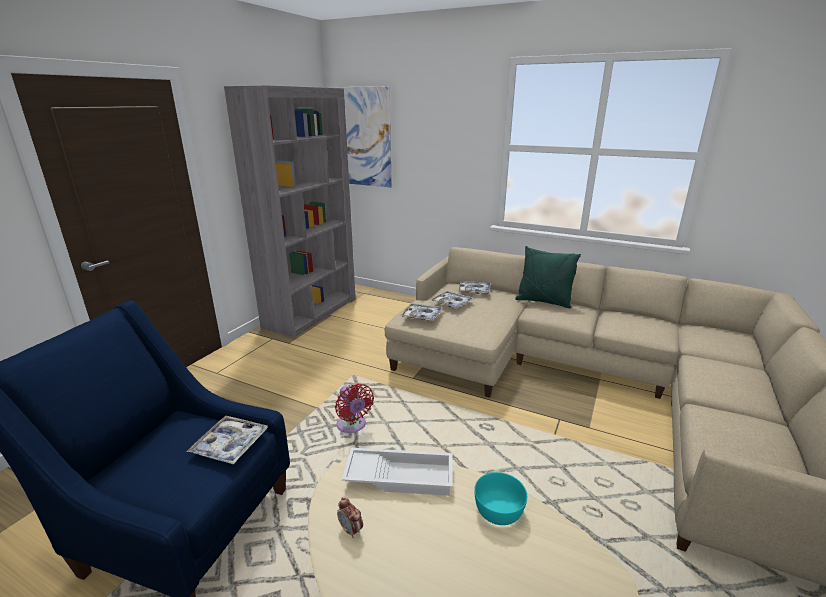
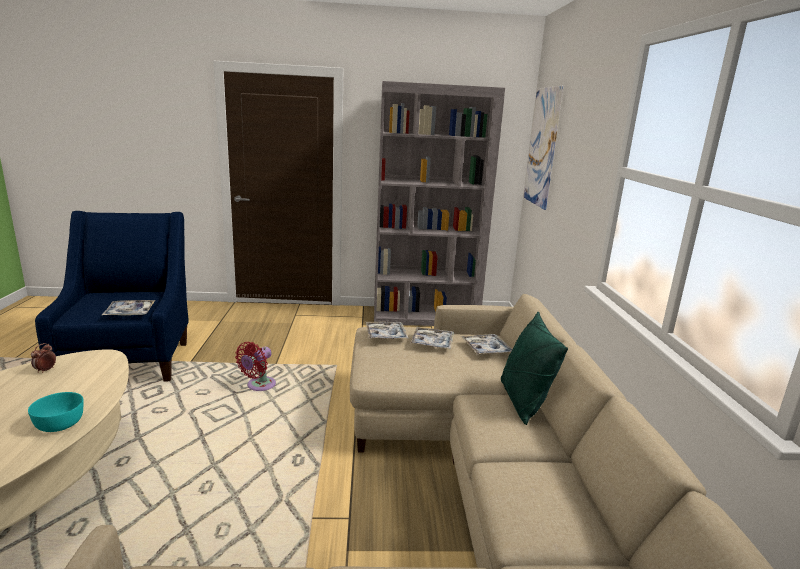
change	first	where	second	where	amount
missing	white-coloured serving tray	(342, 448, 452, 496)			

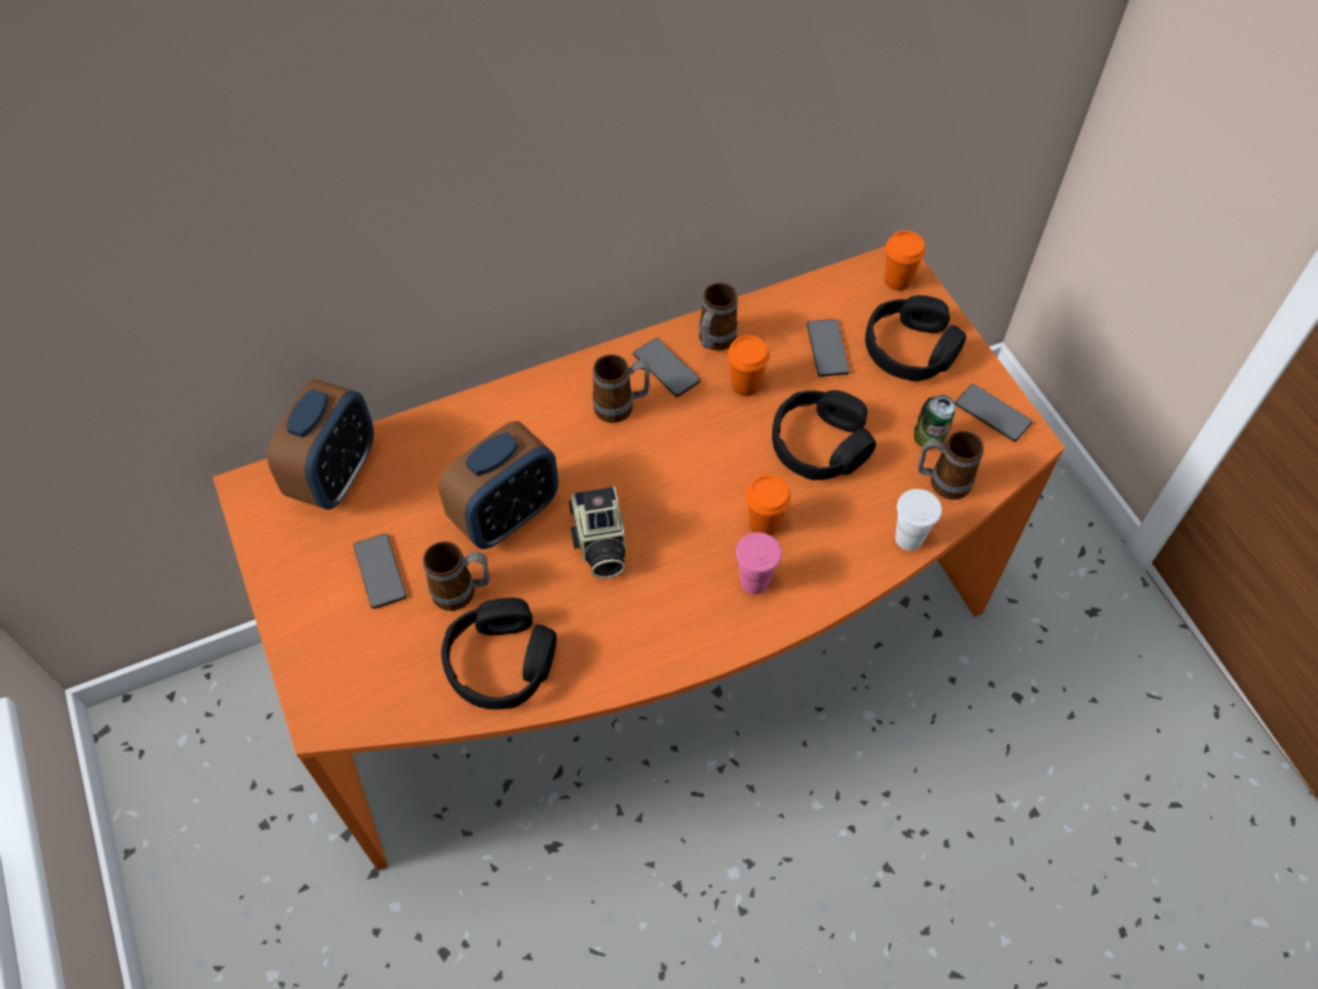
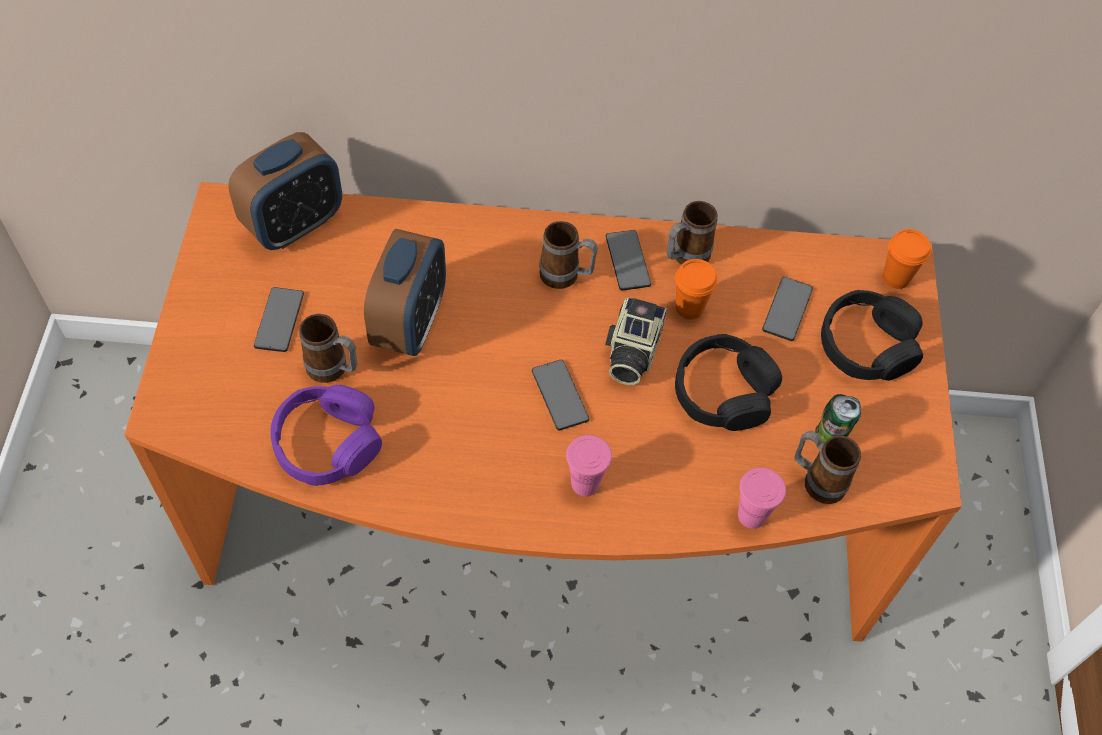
change	first	where	second	where	amount
colour	black-coloured headphones	(441, 598, 557, 710)	purplish headphones	(270, 384, 382, 486)	
spun	bedside clock	(438, 421, 558, 549)		(364, 229, 446, 356)	60 degrees counterclockwise
relocated	telephone	(955, 384, 1033, 442)		(532, 360, 589, 430)	
relocated	photo camera	(569, 486, 626, 579)		(605, 298, 667, 385)	
colour	white-coloured small cup	(895, 489, 942, 551)	pink-coloured small cup	(738, 468, 786, 529)	
missing	orange-coloured small cup	(745, 475, 791, 536)			

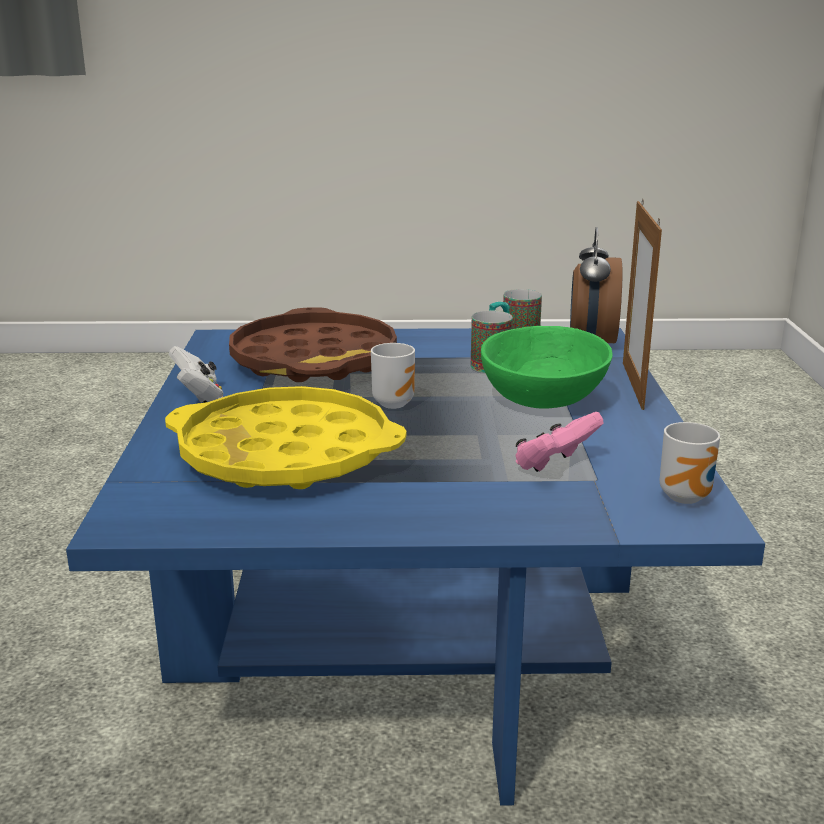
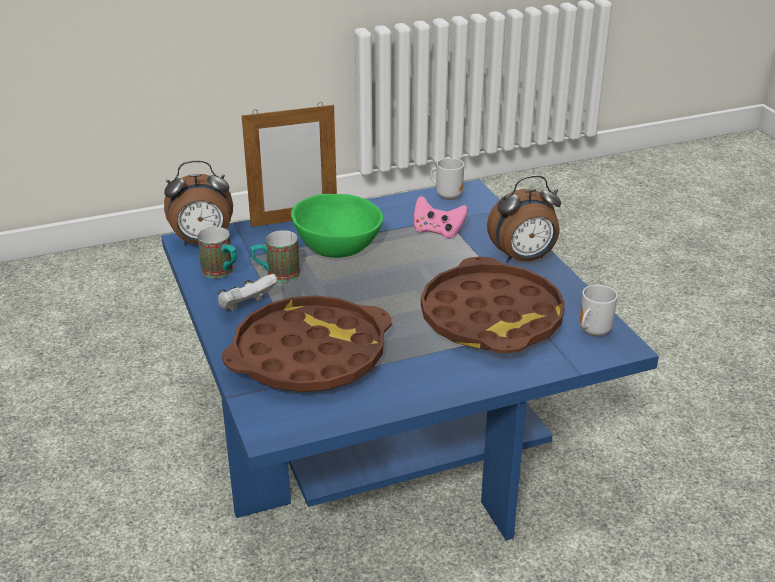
change	first	where	second	where	amount
relocated	white-coloured joypad	(169, 346, 223, 403)		(218, 274, 278, 311)	
colour	yellow-coloured serving tray	(165, 386, 407, 489)	brown serving tray	(421, 257, 565, 353)	
appeared			bedside clock	(487, 175, 561, 263)	
relocated	tea mug	(371, 343, 415, 409)		(580, 285, 618, 336)	

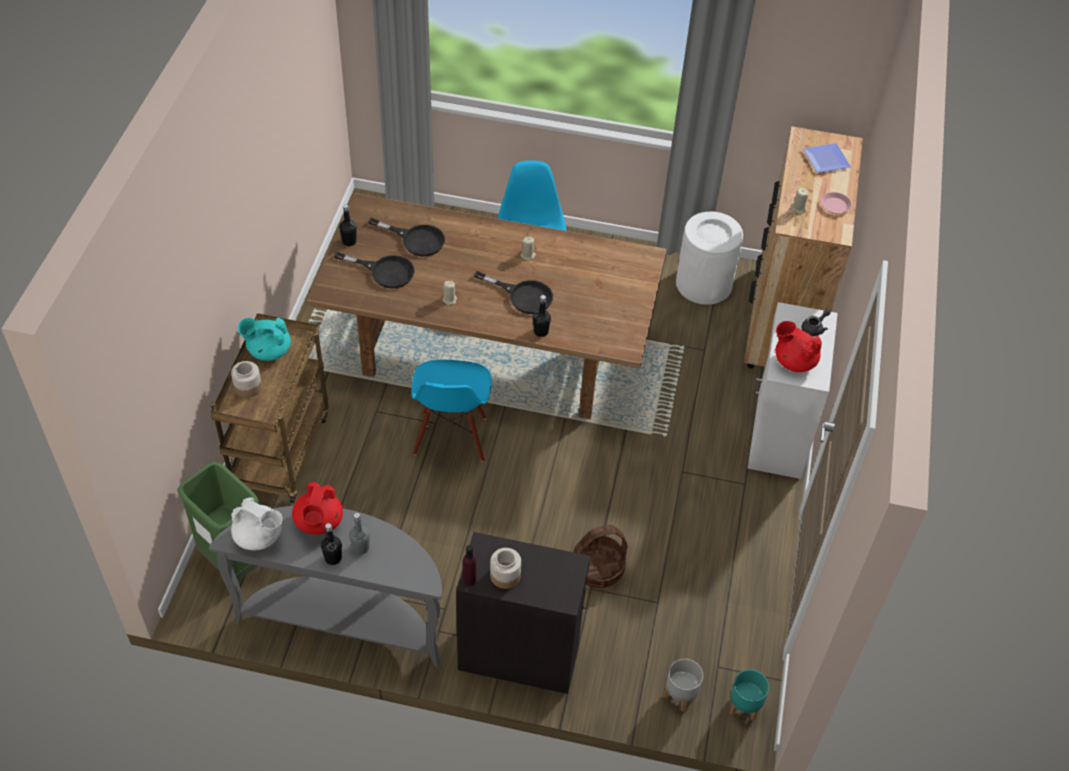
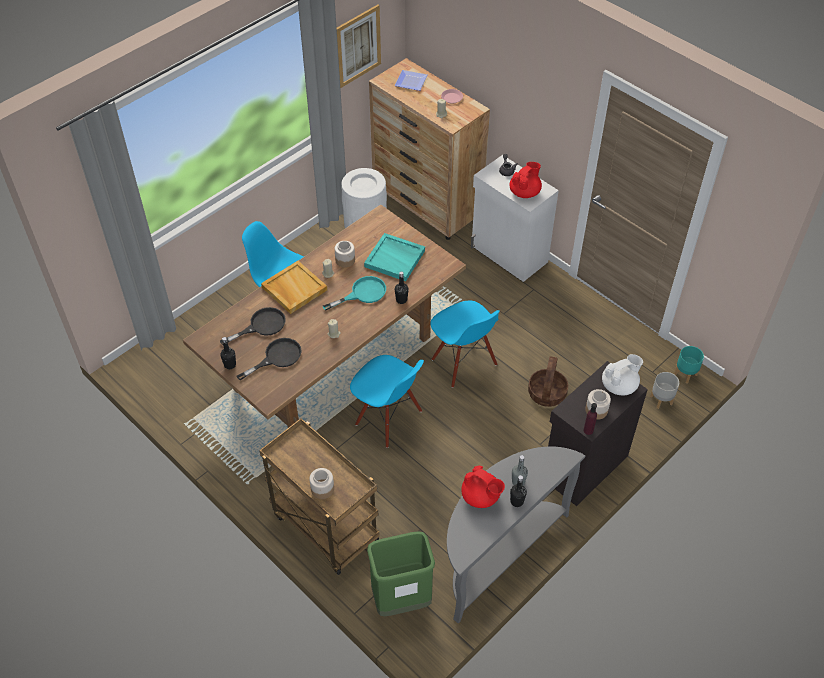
change	first	where	second	where	amount
appeared			beige serving tray	(261, 261, 327, 314)	
colour	black-coloured skillet	(474, 271, 553, 314)	turquoise-coloured skillet	(323, 276, 386, 310)	
appeared			preserve jar	(335, 241, 355, 268)	
appeared			wall picture	(337, 4, 381, 88)	
appeared			turquoise-coloured serving tray	(364, 233, 425, 281)	
appeared			bluish chair	(430, 301, 500, 388)	
spun	red teapot	(776, 321, 822, 372)		(509, 162, 542, 198)	150 degrees clockwise
relocated	white-coloured teapot	(231, 498, 283, 550)		(602, 354, 643, 395)	
missing	turquoise-coloured teapot	(238, 318, 291, 361)			

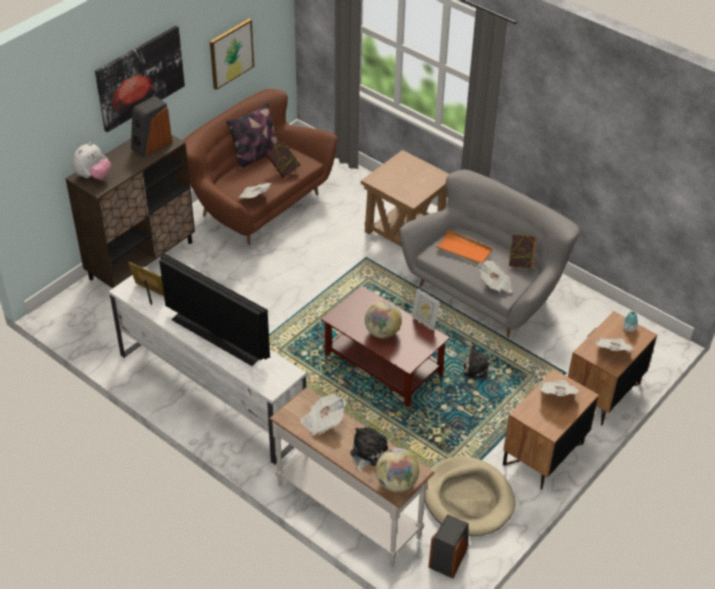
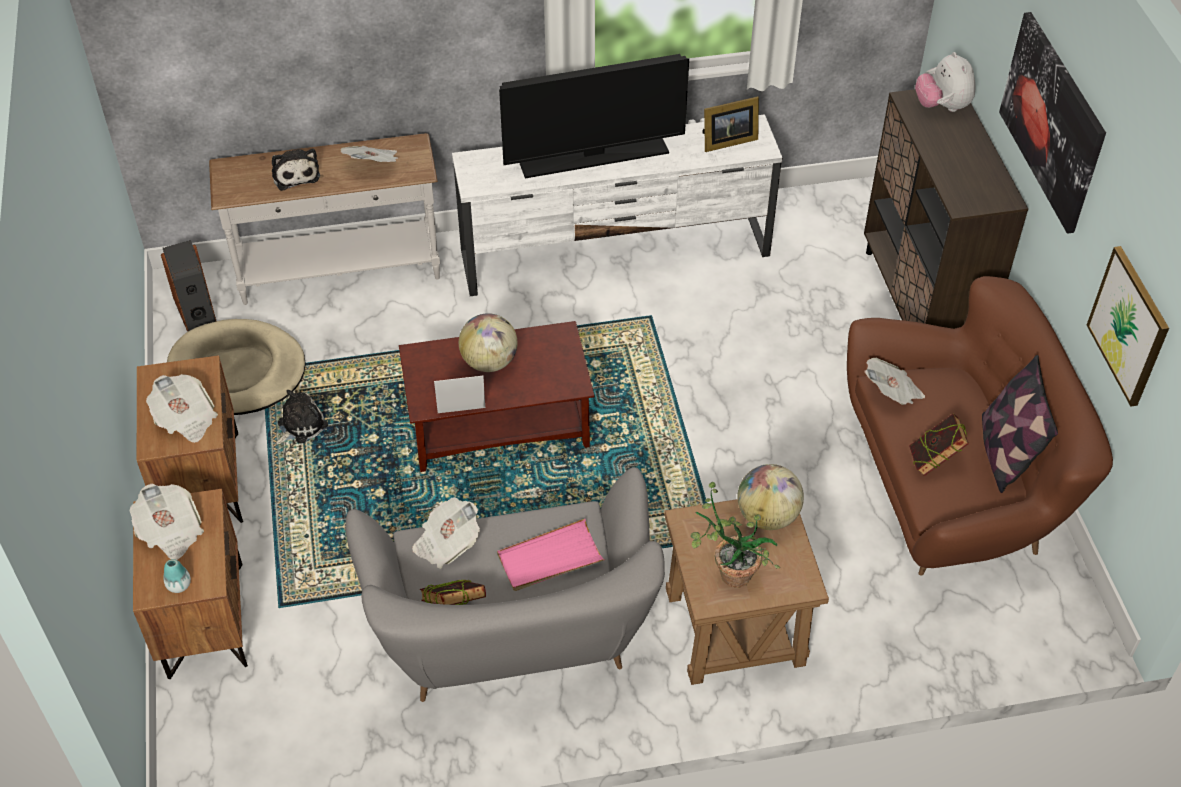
change	first	where	second	where	amount
relocated	cuddly toy	(463, 344, 499, 379)		(276, 390, 328, 445)	
colour	orange-coloured serving tray	(435, 230, 493, 264)	pink-coloured serving tray	(497, 519, 605, 591)	
appeared			potted plant	(691, 482, 780, 588)	
relocated	world globe	(376, 448, 419, 492)		(737, 464, 804, 530)	
missing	loudspeaker	(131, 96, 172, 157)			

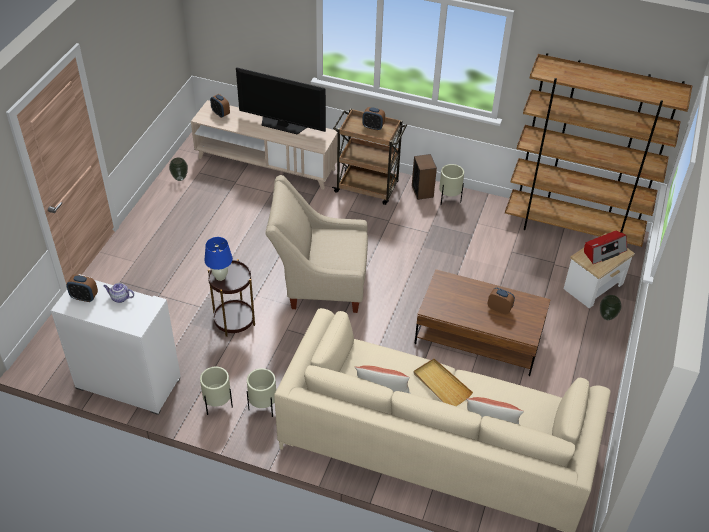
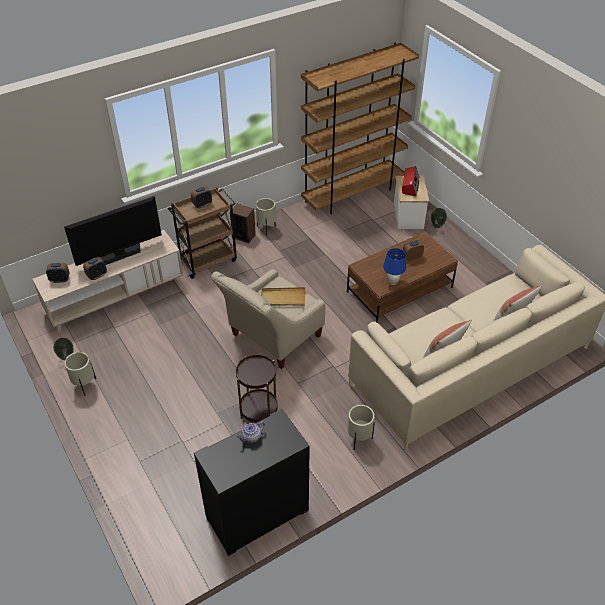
change	first	where	second	where	amount
relocated	beige flower pot	(200, 367, 233, 415)		(64, 352, 96, 396)	
relocated	bedside clock	(66, 275, 98, 302)		(83, 257, 107, 280)	
colour	white-coloured storage cabinet	(51, 274, 181, 415)	black-coloured storage cabinet	(194, 409, 310, 556)	
relocated	beige serving tray	(413, 358, 473, 406)		(261, 287, 305, 306)	
relocated	bluish tabletop lamp	(204, 237, 233, 281)		(383, 248, 406, 285)	

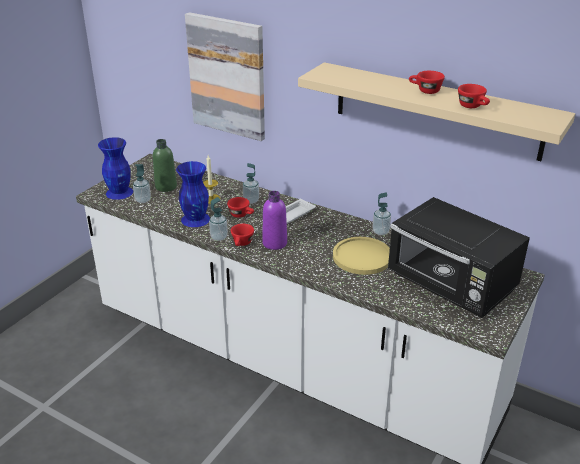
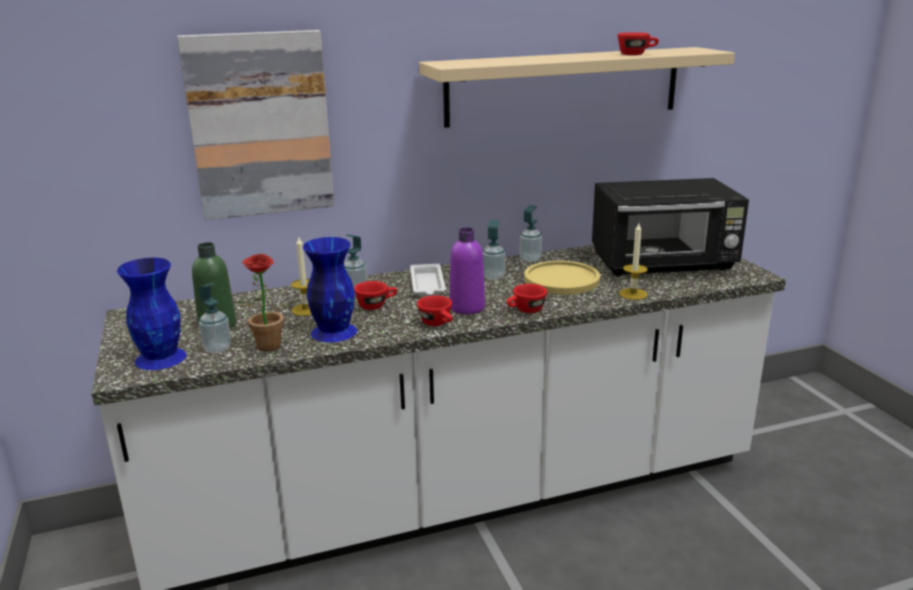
change	first	where	second	where	amount
appeared			potted plant	(234, 254, 301, 352)	
relocated	liquid soap bottle	(209, 197, 228, 241)		(483, 220, 505, 280)	
relocated	red small cup	(409, 71, 445, 94)		(506, 284, 547, 313)	
appeared			wax candle	(619, 223, 648, 300)	

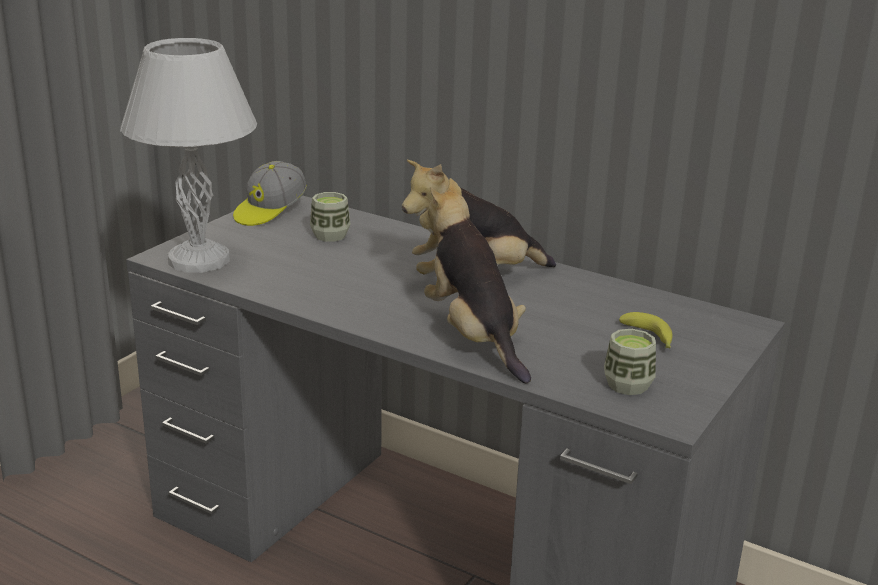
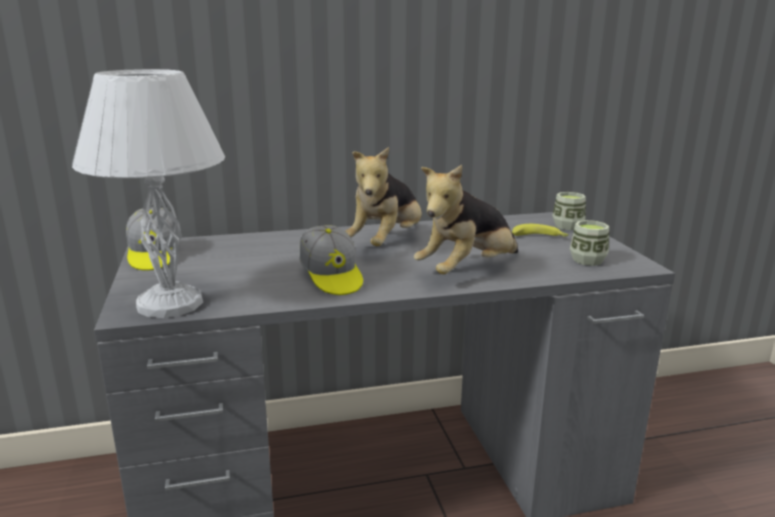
change	first	where	second	where	amount
appeared			cap	(299, 225, 363, 295)	
spun	cuddly toy	(419, 178, 531, 383)		(414, 165, 518, 274)	60 degrees counterclockwise
relocated	small cup	(310, 192, 350, 242)		(552, 192, 586, 230)	

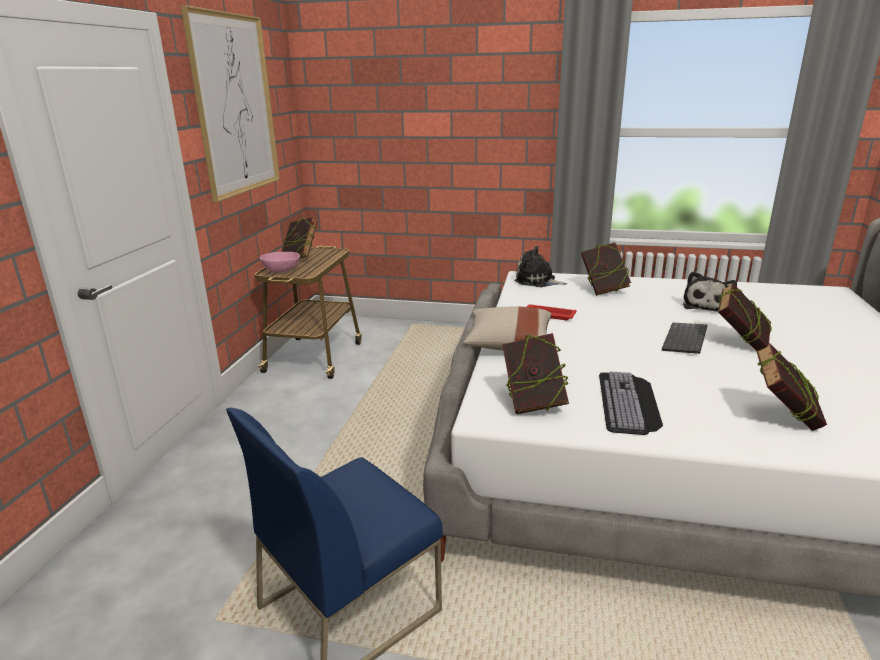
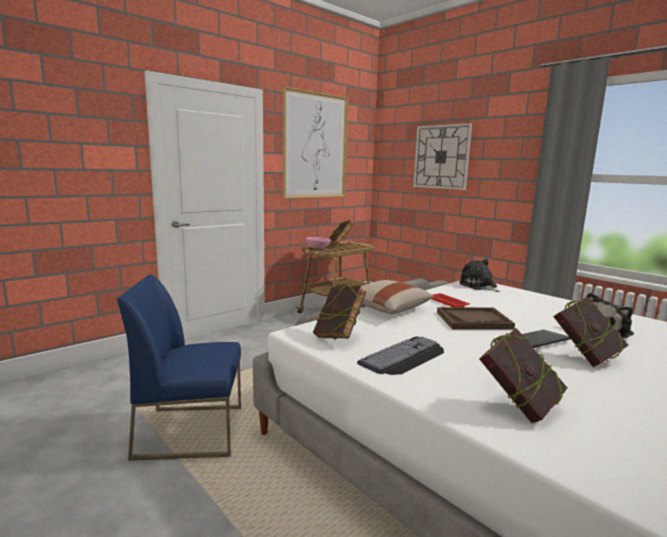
change	first	where	second	where	amount
appeared			clock on the wall	(413, 123, 472, 190)	
appeared			brown serving tray	(437, 307, 515, 329)	
missing	volume	(581, 242, 631, 296)			

